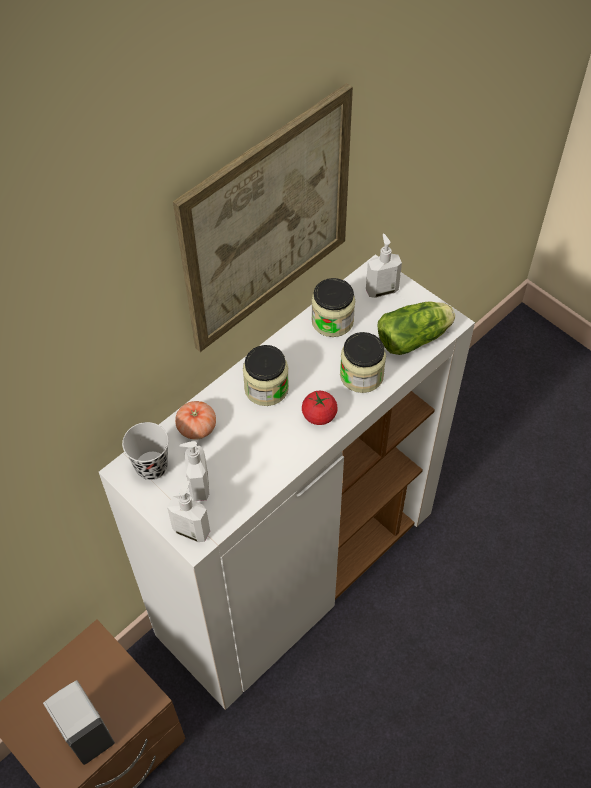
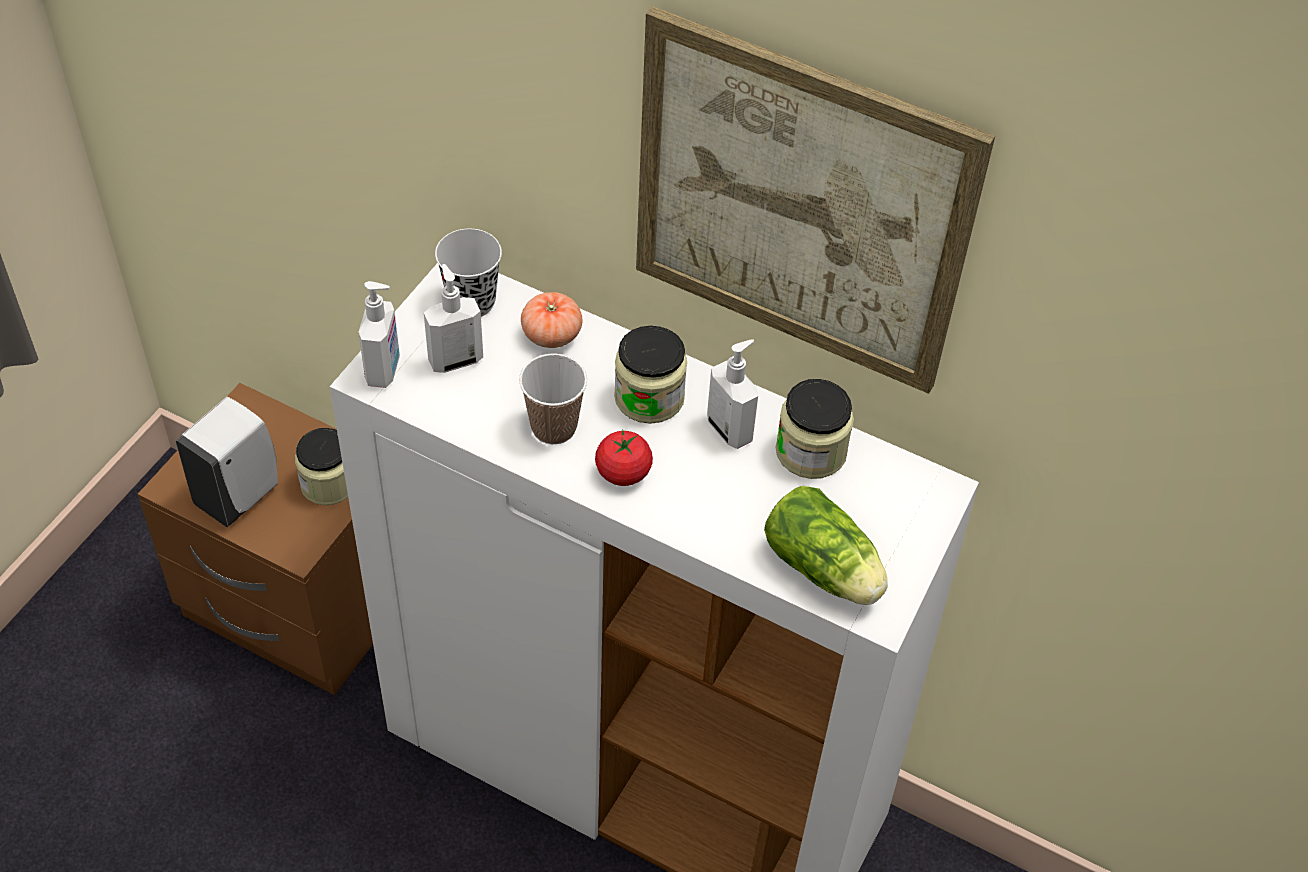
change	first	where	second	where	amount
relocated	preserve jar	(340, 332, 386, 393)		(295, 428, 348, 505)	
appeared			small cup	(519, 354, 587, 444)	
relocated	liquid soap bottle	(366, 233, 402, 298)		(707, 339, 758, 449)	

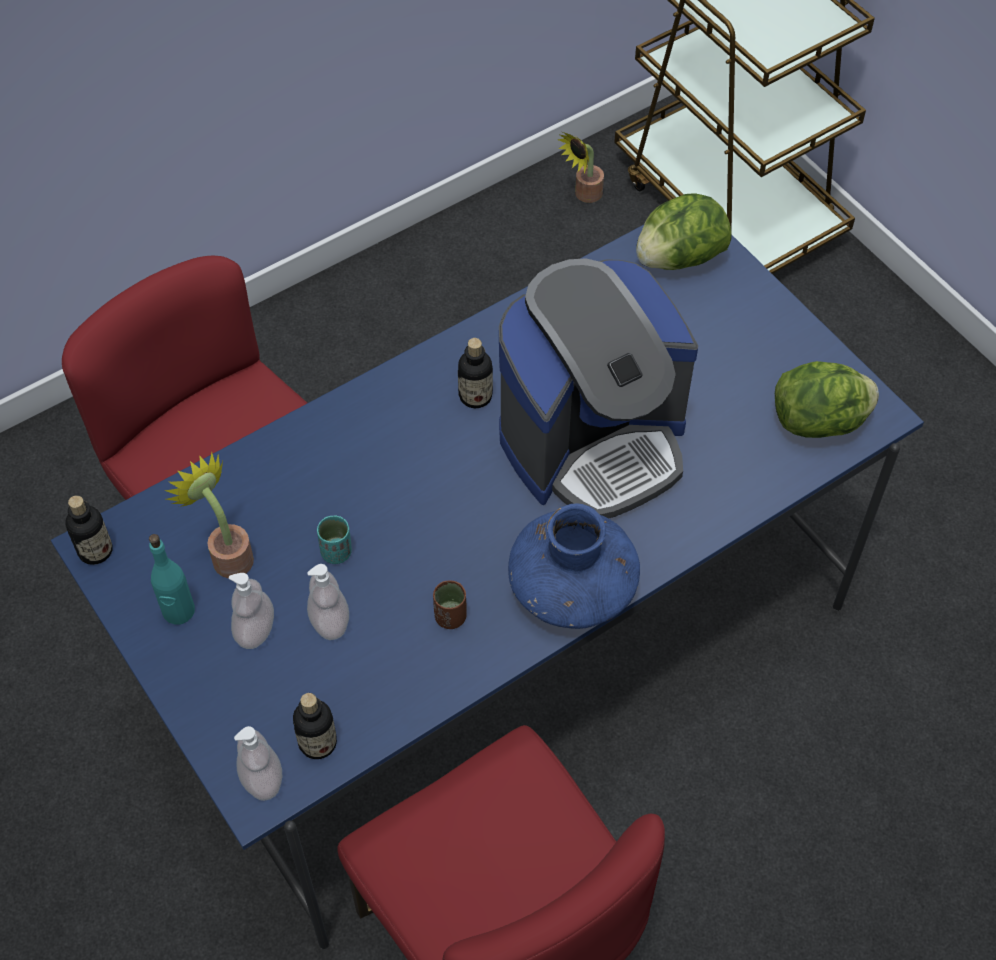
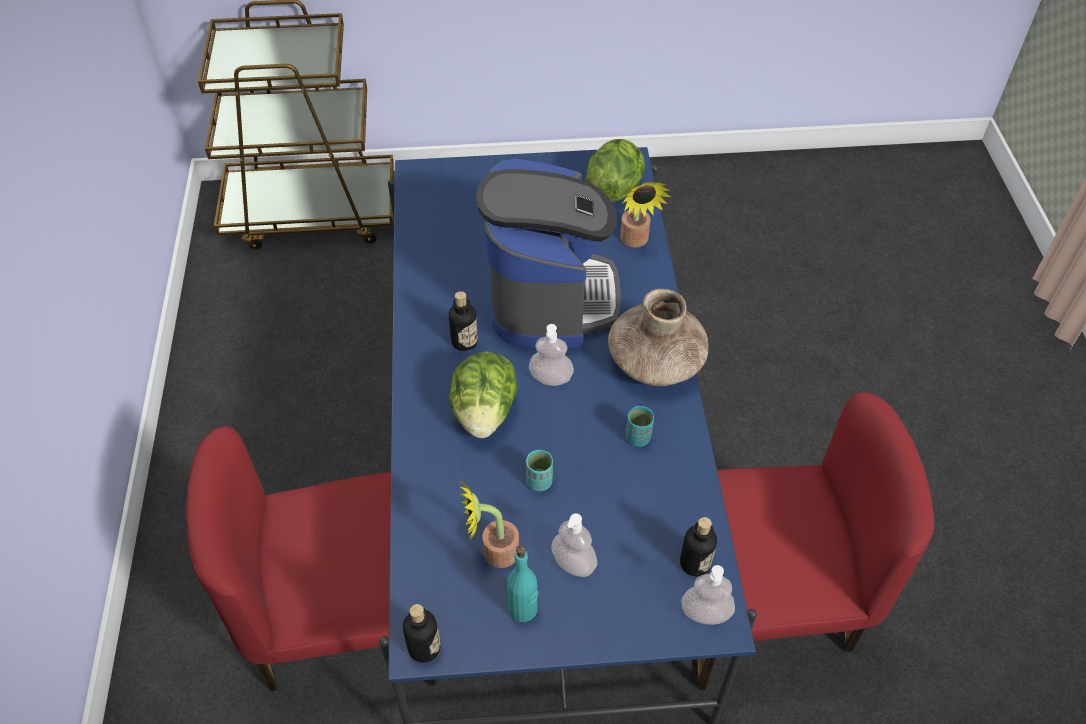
change	first	where	second	where	amount
relocated	lettuce	(636, 193, 732, 270)		(449, 352, 517, 438)	
relocated	liquid soap bottle	(307, 564, 349, 640)		(529, 324, 574, 386)	
colour	bluish flower vase	(508, 504, 640, 629)	brown flower vase	(608, 289, 708, 386)	
relocated	potted plant	(558, 132, 604, 203)		(620, 182, 671, 247)	
colour	brown small cup	(433, 580, 467, 629)	turquoise-coloured small cup	(626, 406, 654, 447)	

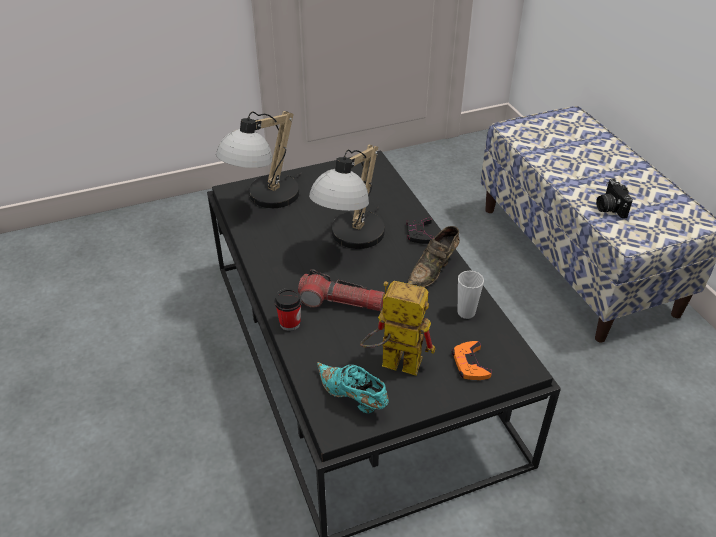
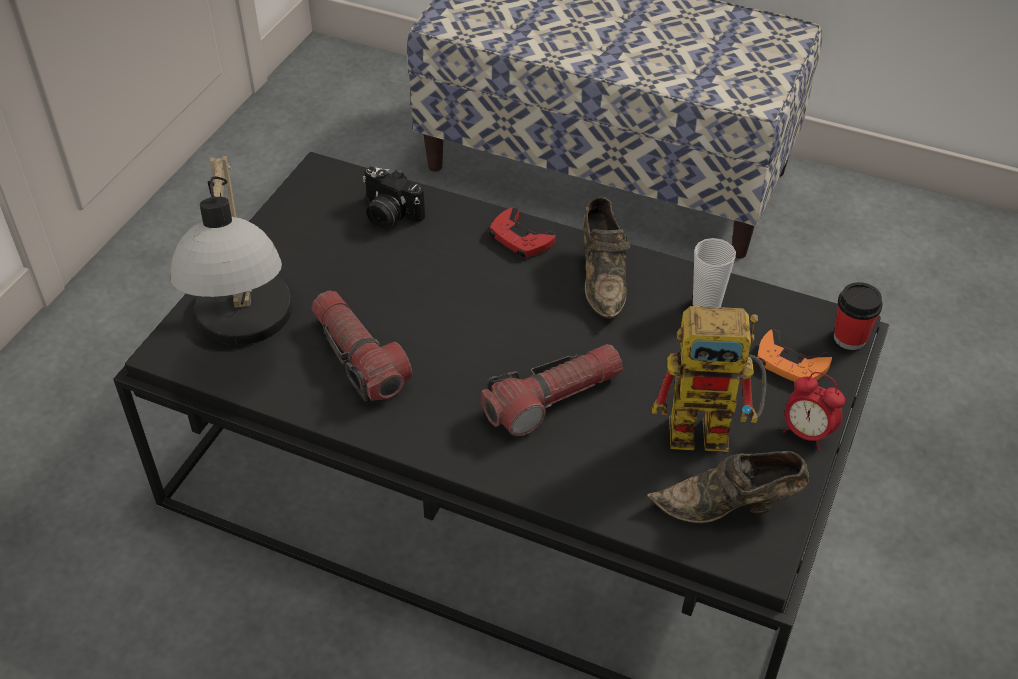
change	first	where	second	where	amount
appeared			torch	(312, 291, 412, 401)	
relocated	photo camera	(596, 178, 633, 219)		(363, 166, 425, 229)	
colour	black-coloured joypad	(406, 216, 434, 244)	red joypad	(489, 207, 556, 257)	
colour	turquoise-coloured item of footwear	(317, 362, 388, 413)	brown item of footwear	(647, 451, 809, 523)	
spun	robot figure	(360, 281, 435, 376)		(652, 306, 767, 452)	150 degrees counterclockwise
appeared			bedside clock	(783, 372, 845, 450)	
relocated	small cup	(274, 288, 302, 331)		(834, 282, 883, 350)	
missing	tabletop lamp	(309, 145, 385, 249)			

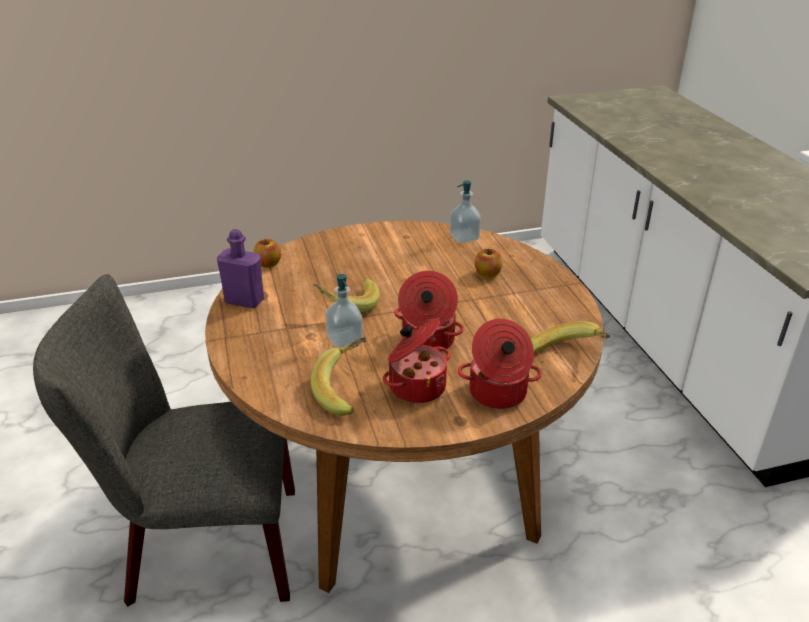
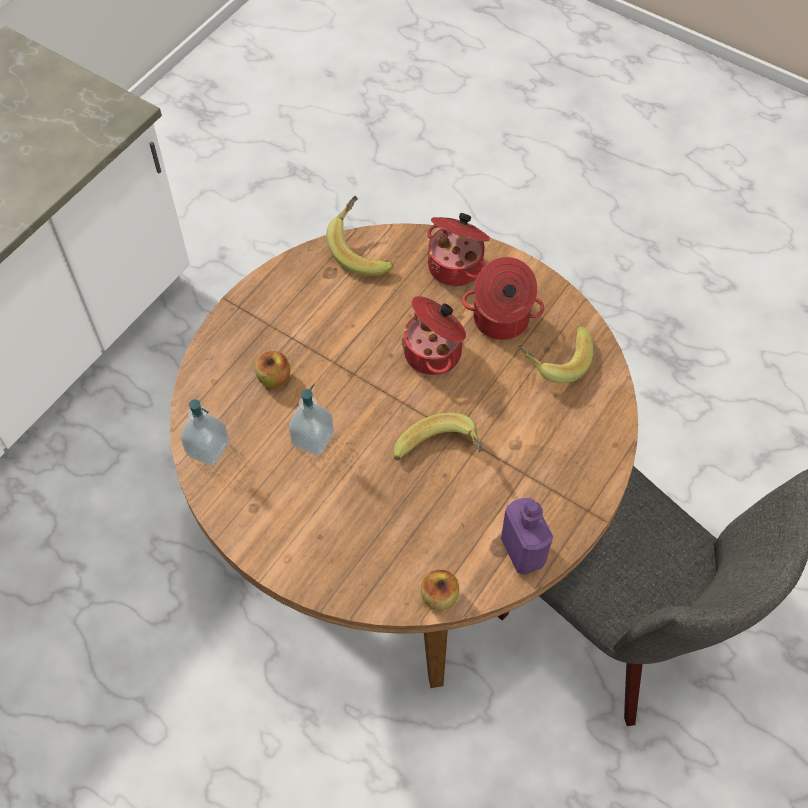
change	first	where	second	where	amount
relocated	liquid soap bottle	(325, 274, 363, 348)		(289, 384, 334, 455)	

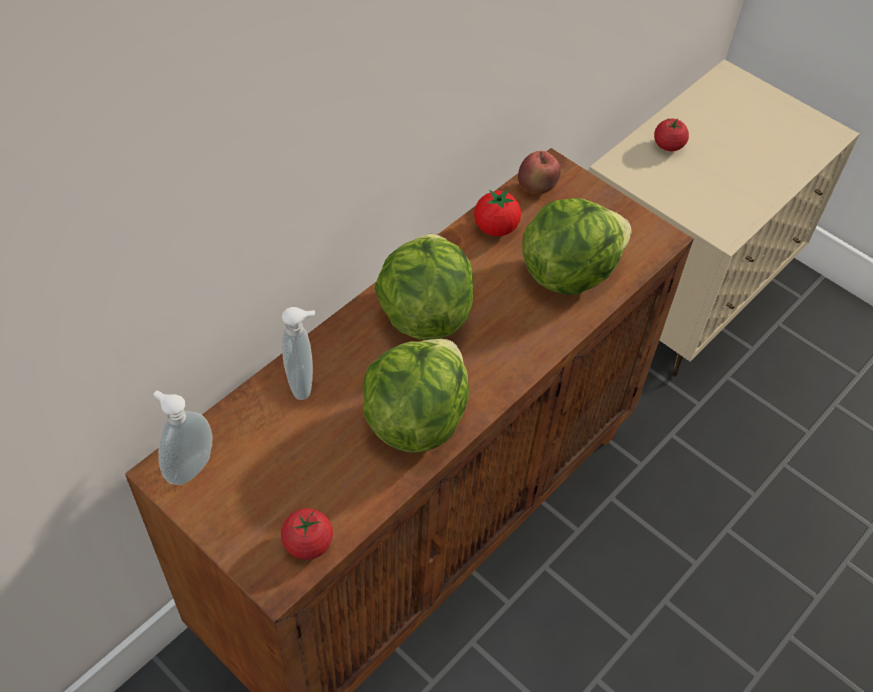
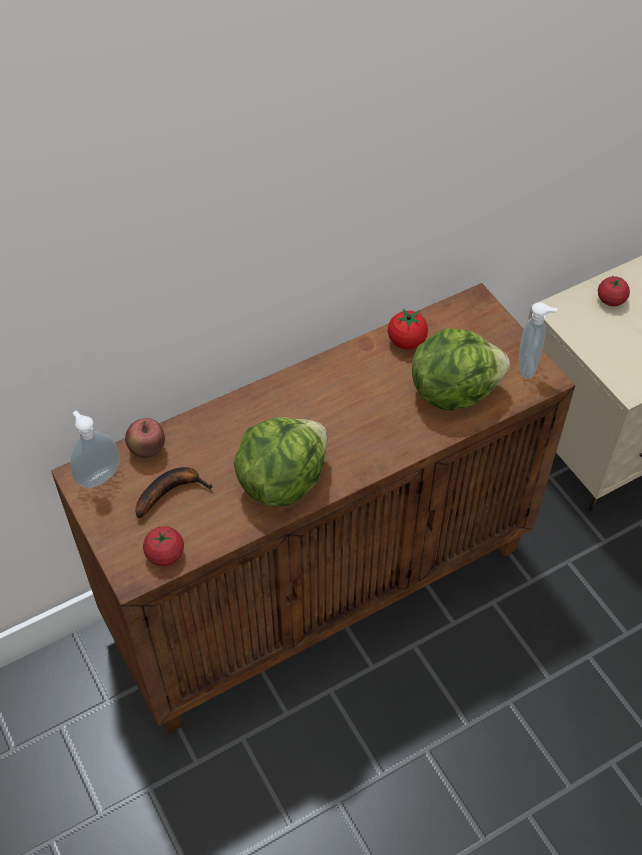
change	first	where	second	where	amount
relocated	whole apple	(518, 151, 561, 194)		(125, 418, 165, 458)	
appeared			banana fruit	(135, 467, 213, 519)	
relocated	liquid soap bottle	(282, 307, 315, 400)		(519, 302, 557, 378)	
missing	lettuce	(374, 234, 474, 340)			

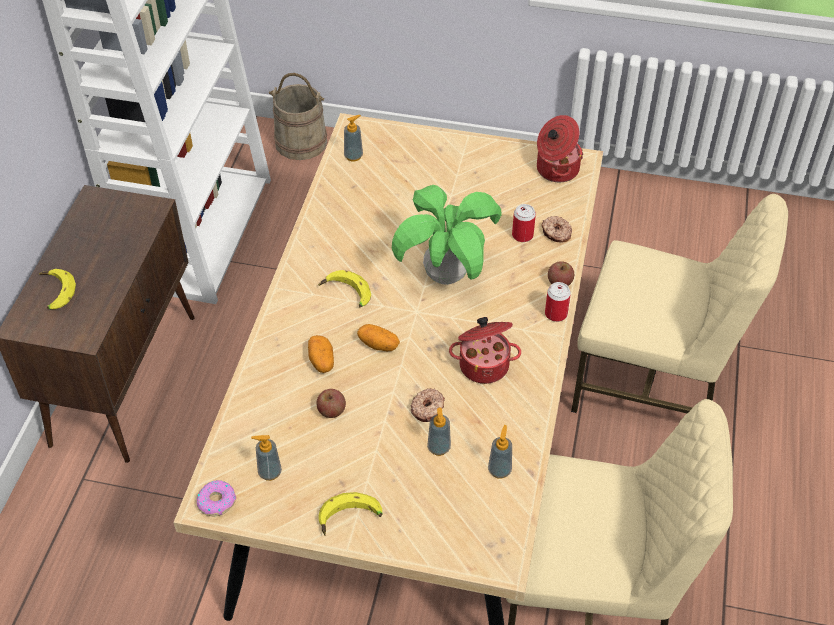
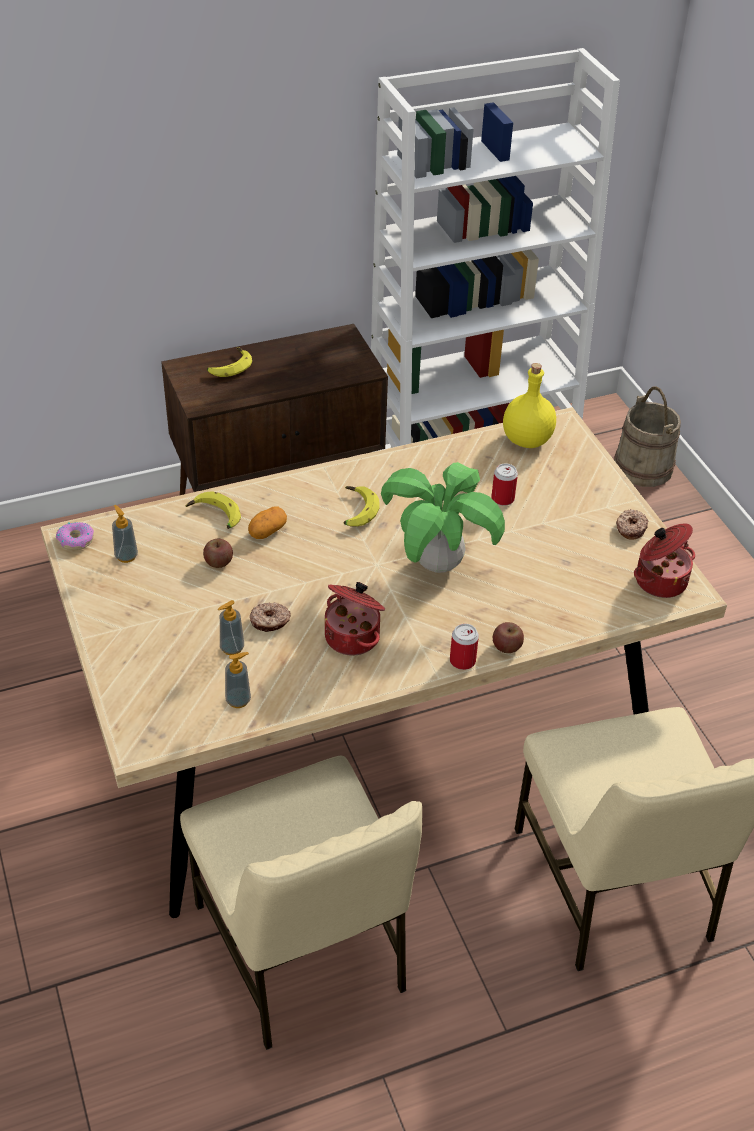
change	first	where	second	where	amount
relocated	banana fruit	(318, 492, 382, 536)		(186, 491, 241, 529)	
relocated	metal can	(512, 204, 536, 242)		(491, 463, 518, 506)	
exchanged	liquid soap bottle	(344, 115, 363, 162)	yellow-coloured bottle	(503, 363, 556, 448)	
relocated	ring doughnut	(541, 216, 572, 243)		(616, 509, 648, 540)	
missing	potato	(357, 324, 400, 351)			

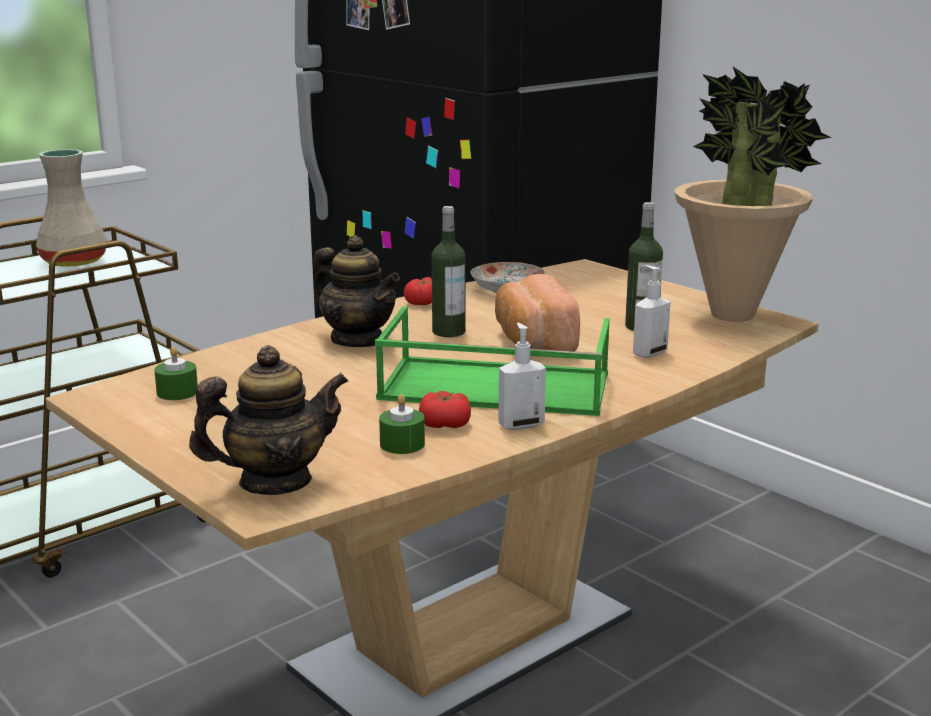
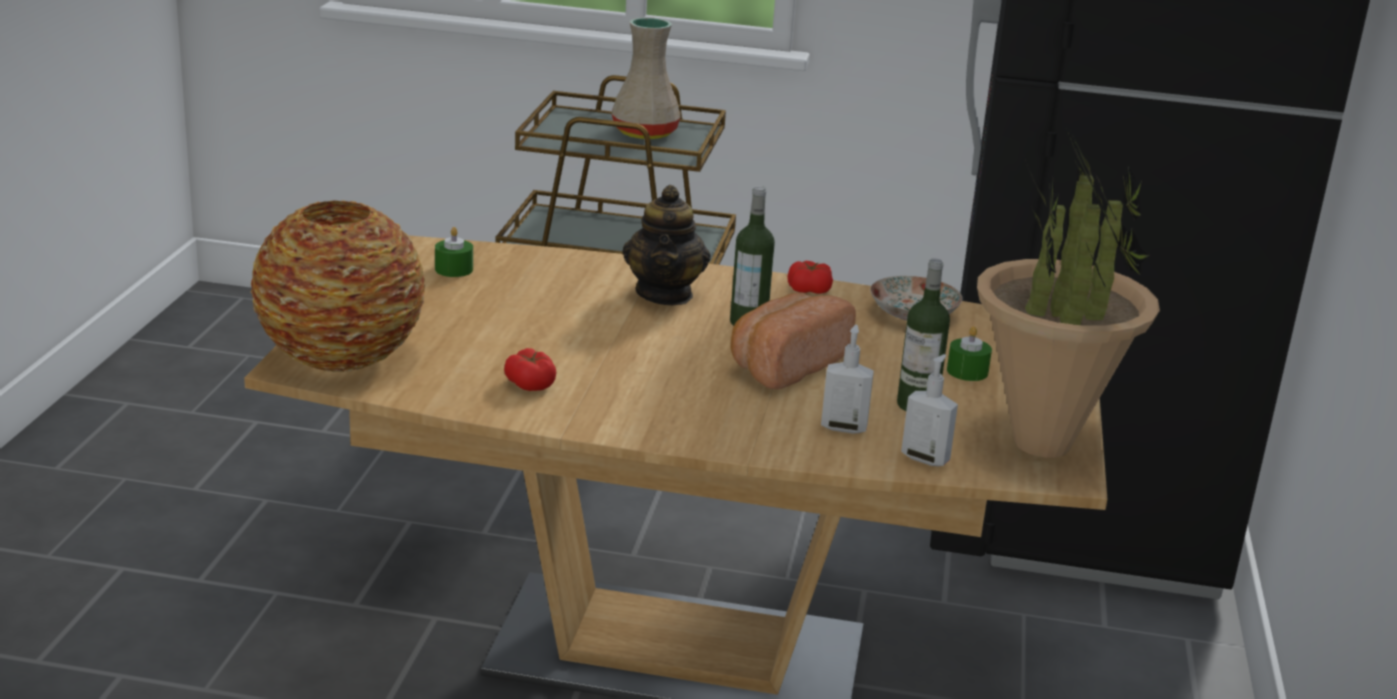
change	first	where	second	where	amount
exchanged	teapot	(189, 345, 348, 495)	flower vase	(250, 200, 425, 372)	
relocated	liquid soap bottle	(498, 323, 546, 430)		(901, 354, 958, 466)	
relocated	green wax candle	(379, 394, 425, 454)		(947, 326, 992, 381)	
missing	green serving tray	(375, 306, 610, 416)			

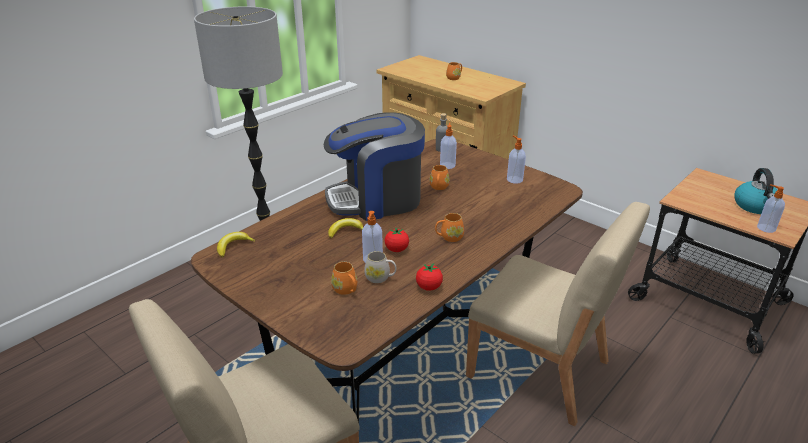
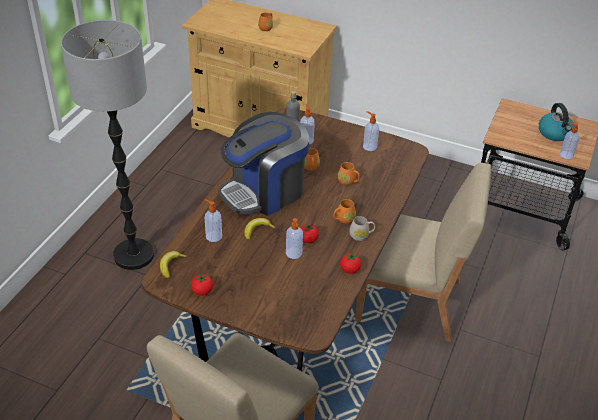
change	first	where	second	where	amount
appeared			tomato	(191, 274, 213, 296)	
appeared			liquid soap bottle	(204, 199, 222, 242)	
relocated	orange-coloured tea mug	(331, 262, 357, 295)		(338, 162, 360, 185)	
relocated	white-coloured tea mug	(364, 251, 397, 283)		(350, 216, 375, 241)	

